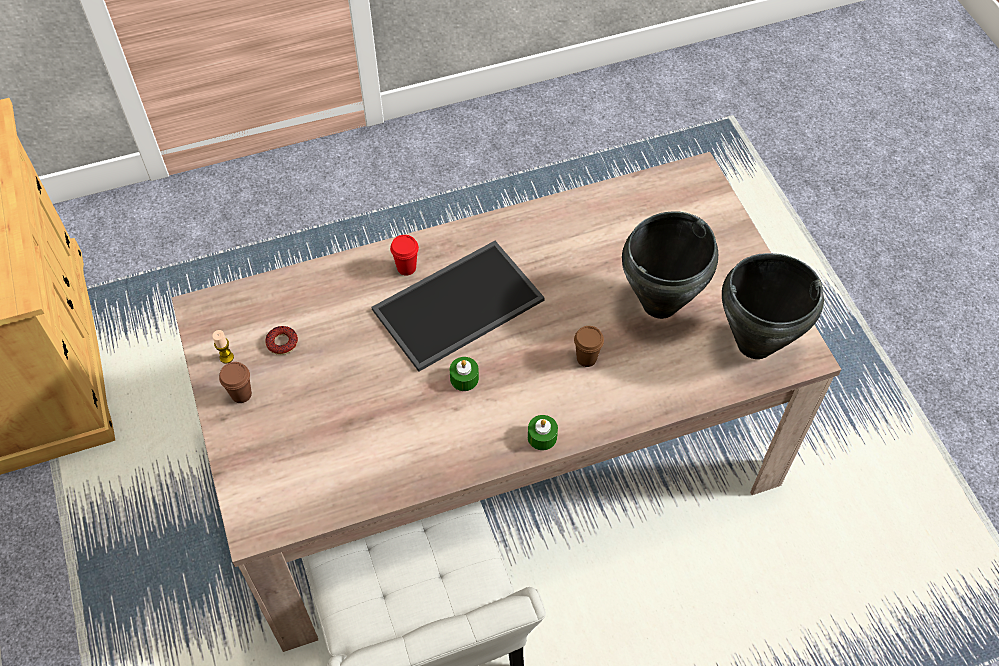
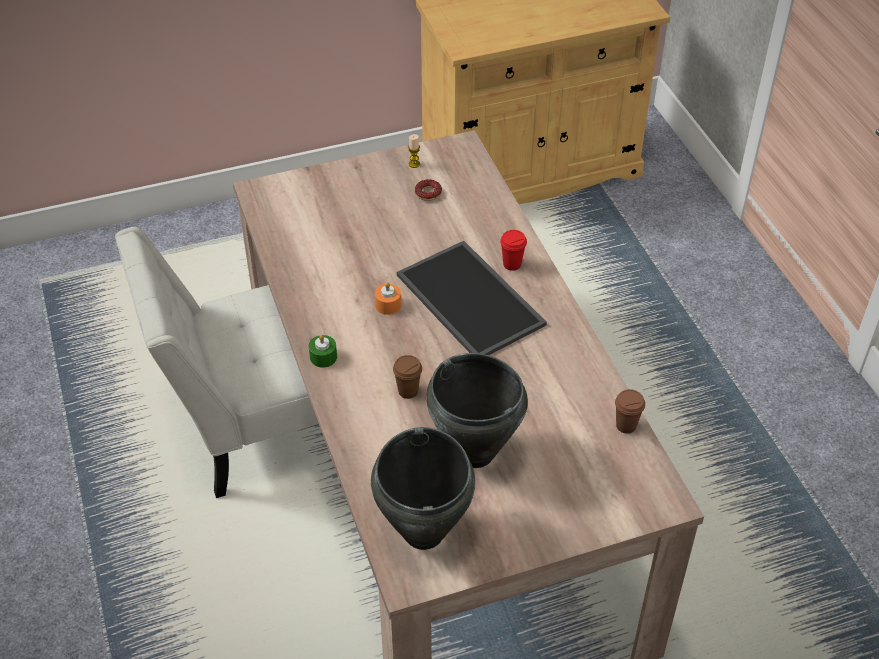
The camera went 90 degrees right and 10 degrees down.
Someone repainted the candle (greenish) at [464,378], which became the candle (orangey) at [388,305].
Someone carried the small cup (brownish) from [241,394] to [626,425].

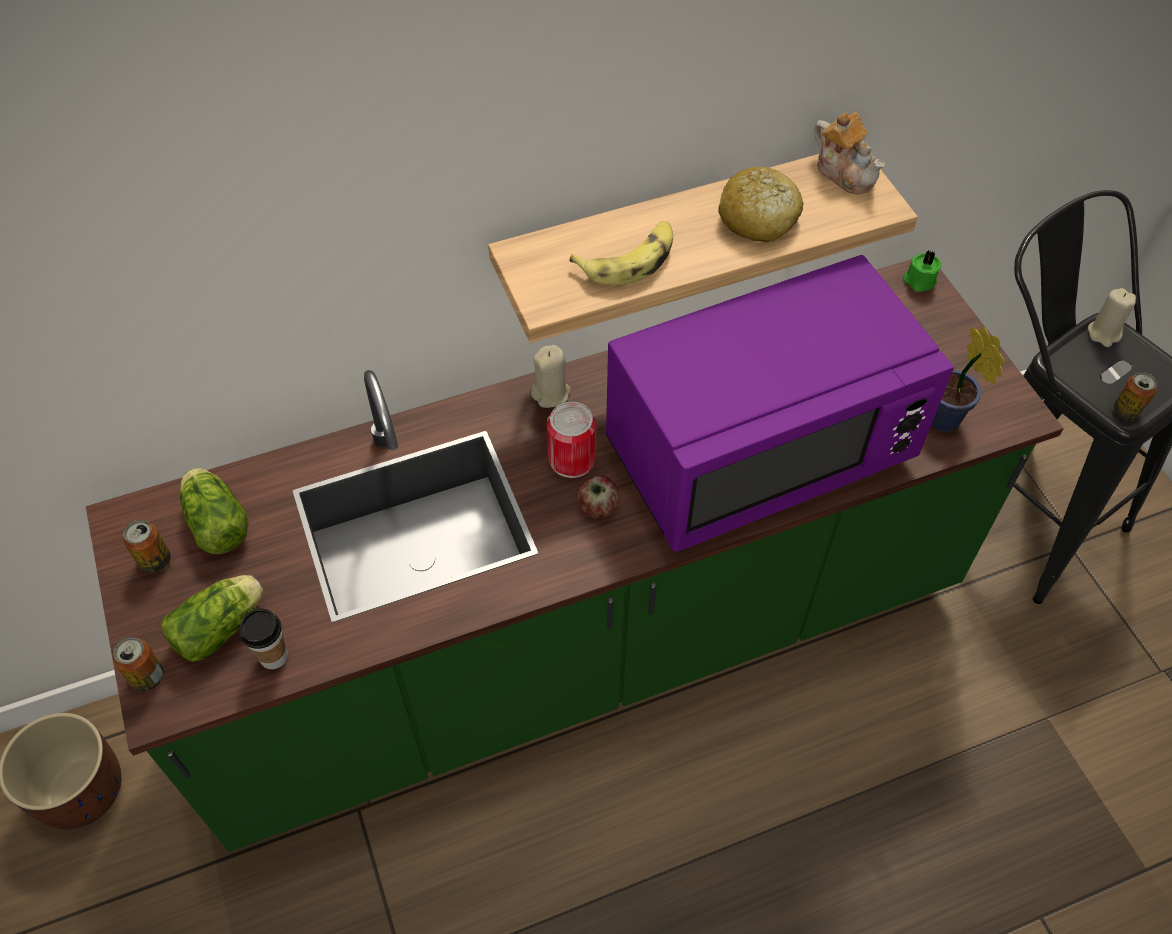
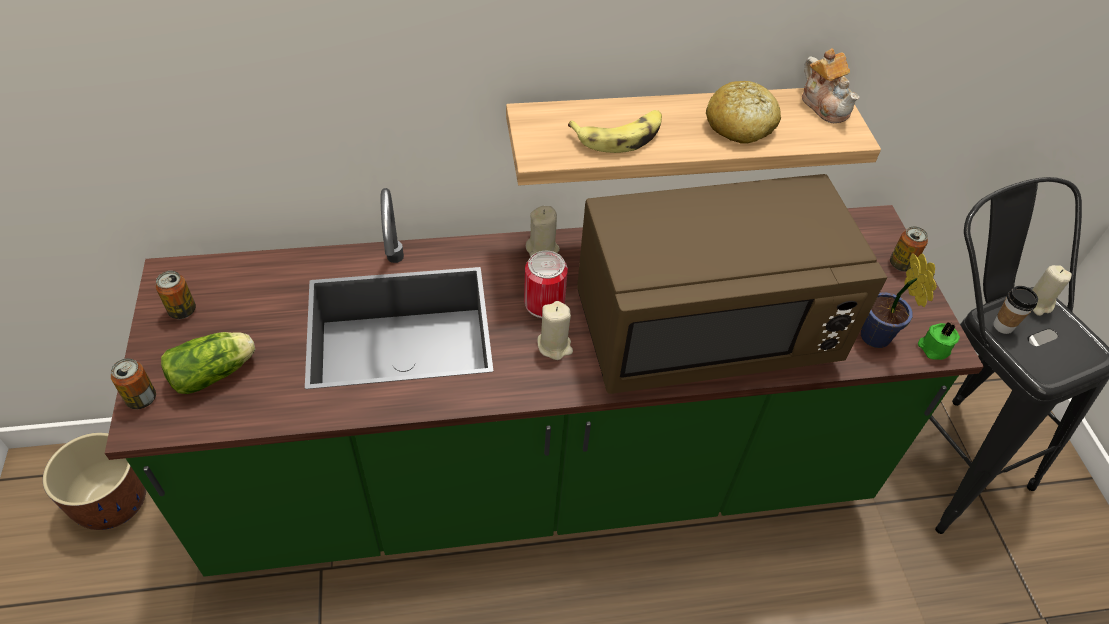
The camera went 10 degrees right and 5 degrees down.
Someone swapped the apple at [598,507] for the candle (beige-coloured) at [554,346].
Someone repainted the microwave oven (purple-coloured) at [759,452], which became the microwave oven (brownish) at [705,330].
Someone carried the metal can from [1126,411] to [901,264].
Someone carried the candle (greenish) from [919,281] to [933,348].
Someone carried the small cup from [273,656] to [1003,326].
Someone took away the lettuce at [216,520].

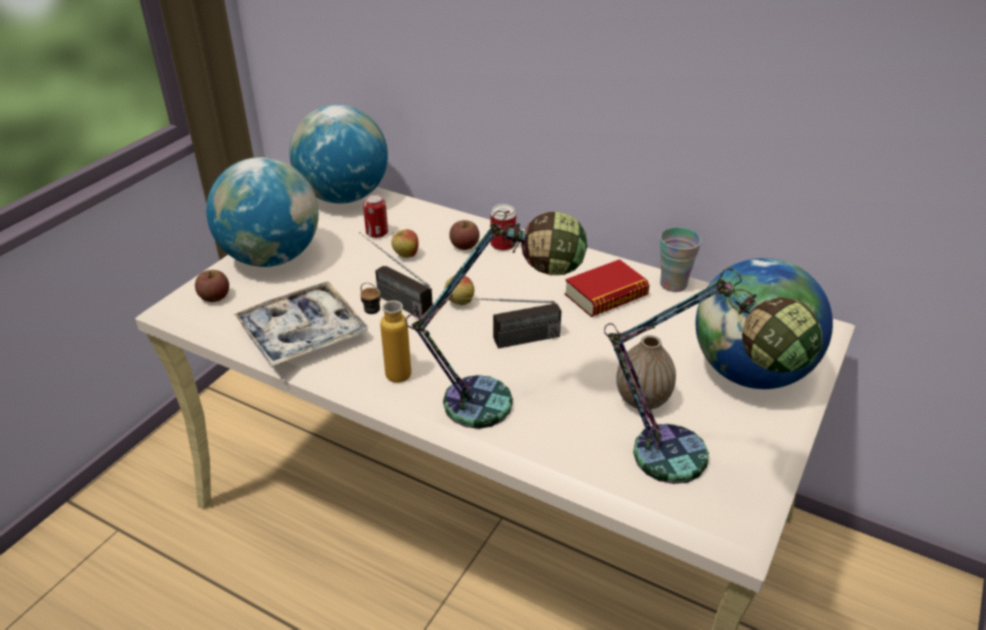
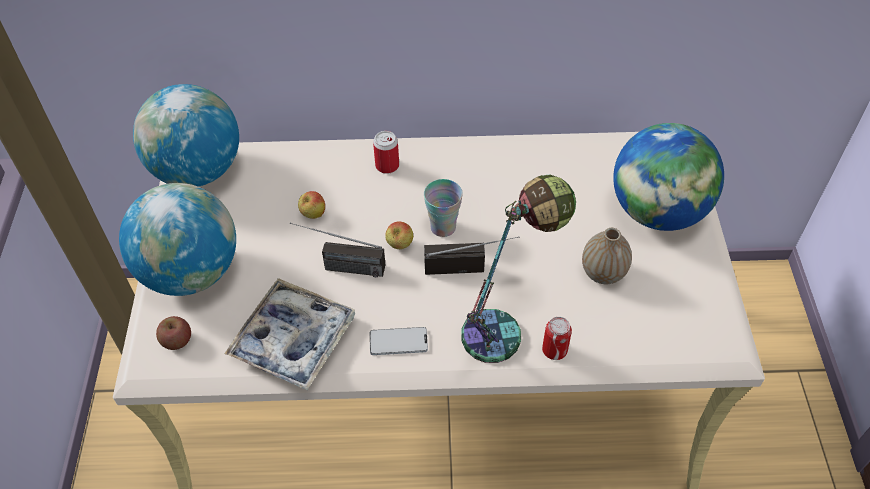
The camera went 30 degrees left and 15 degrees up.
Someone swapped the beverage bottle at [389,372] for the telephone at [398,342].
Someone carried the small cup from [673,284] to [443,227].
Someone rotated the radio at [510,342] by 135 degrees counterclockwise.
Someone carried the metal can from [377,233] to [554,350].
Someone took away the apple at [464,246].
Someone took away the volume at [606,295].
Someone took away the tabletop lamp at [689,468].

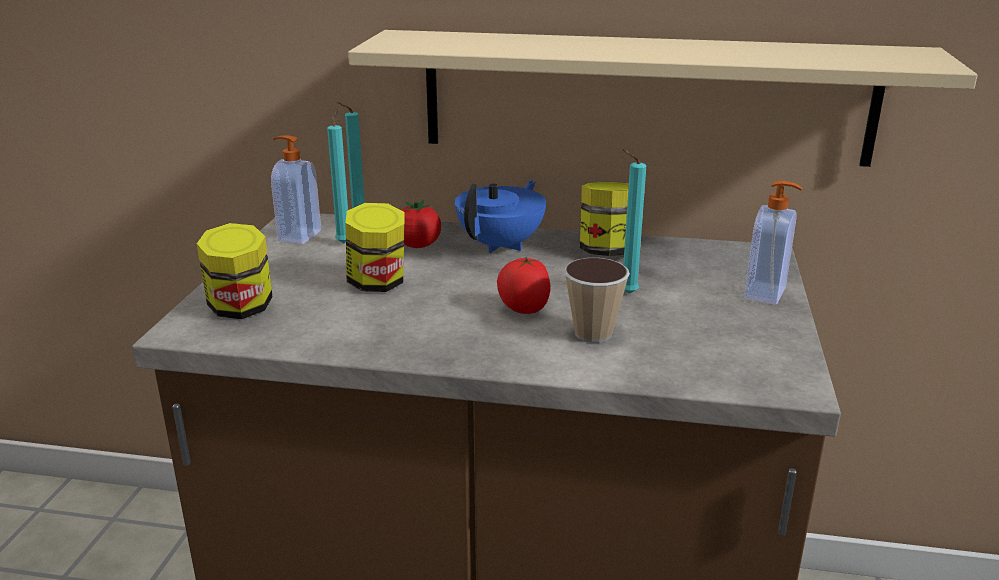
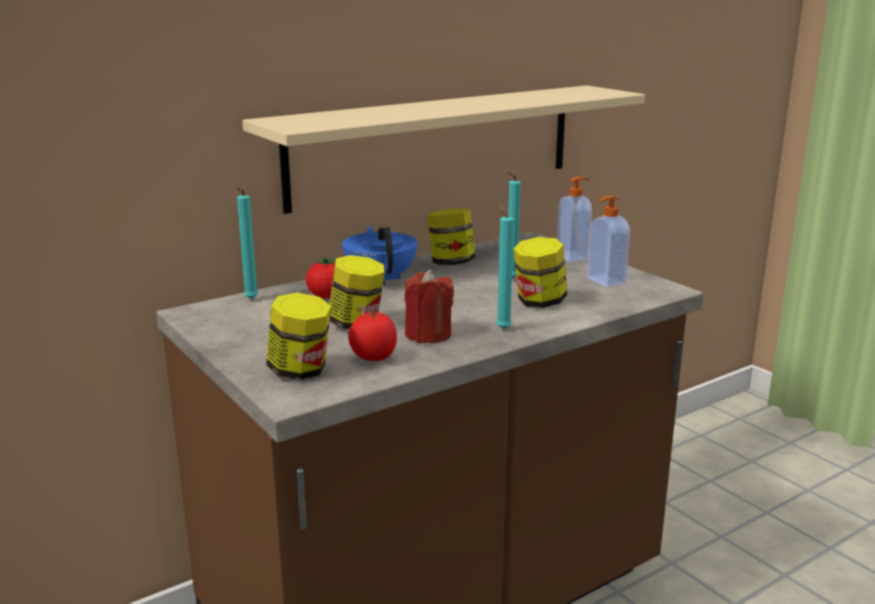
The camera went 45 degrees left and 5 degrees down.
Someone carried the tomato from [523,309] to [373,358].
Someone put down the candle (red-coloured) at [428,334].
Someone carried the candle (turquoise-coloured) from [345,242] to [502,328].
Someone swapped the small cup at [593,333] for the jar at [539,302].
Someone carried the liquid soap bottle from [298,236] to [604,281].

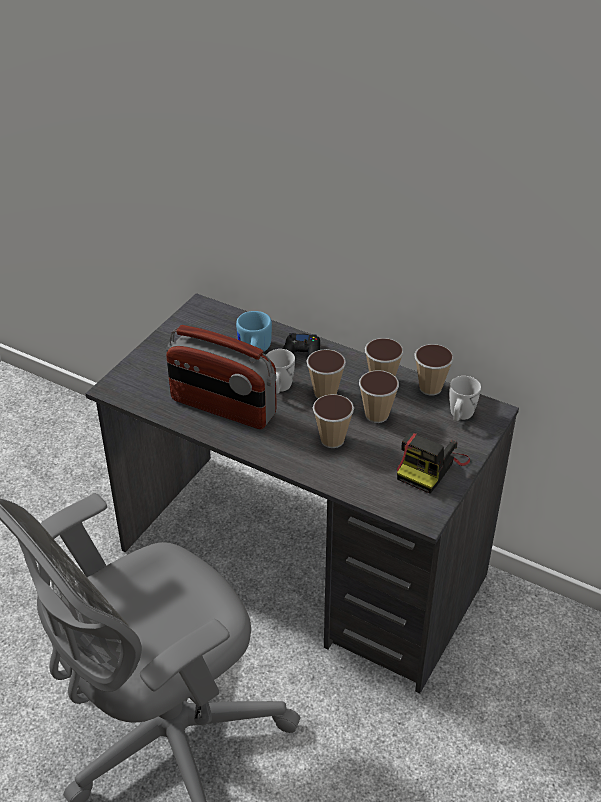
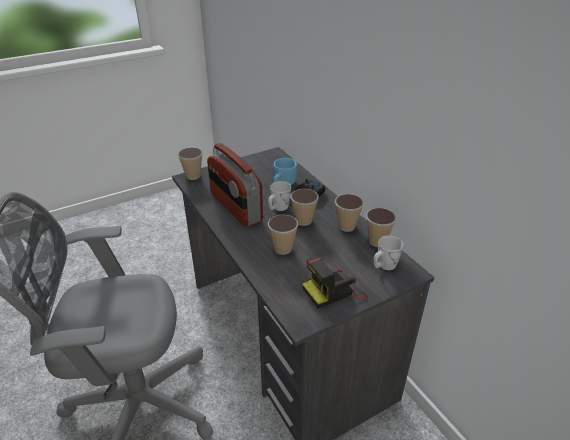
The camera went 30 degrees right and 5 degrees down.
Someone carried the small cup from [376,415] to [193,176].

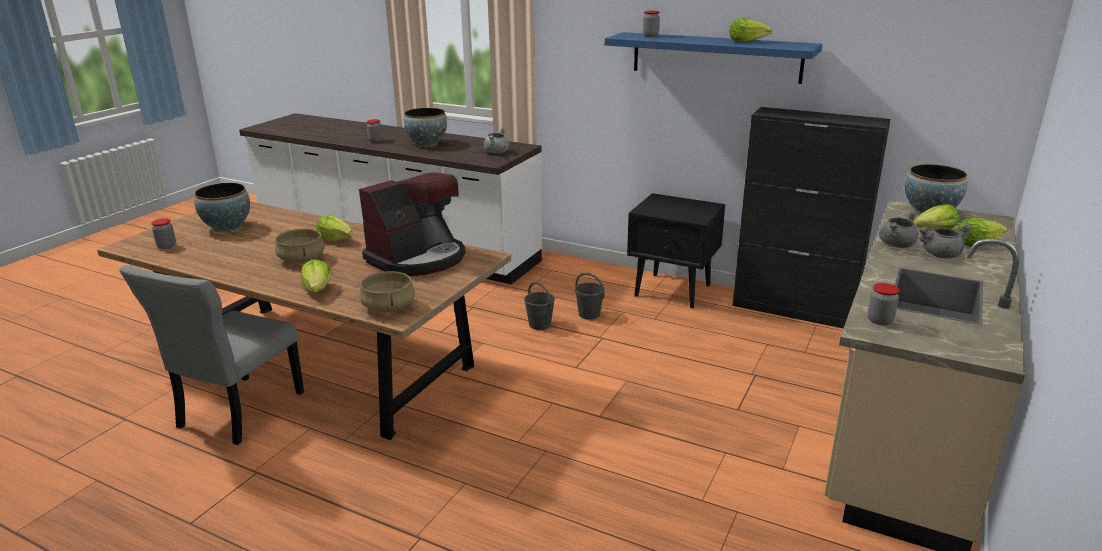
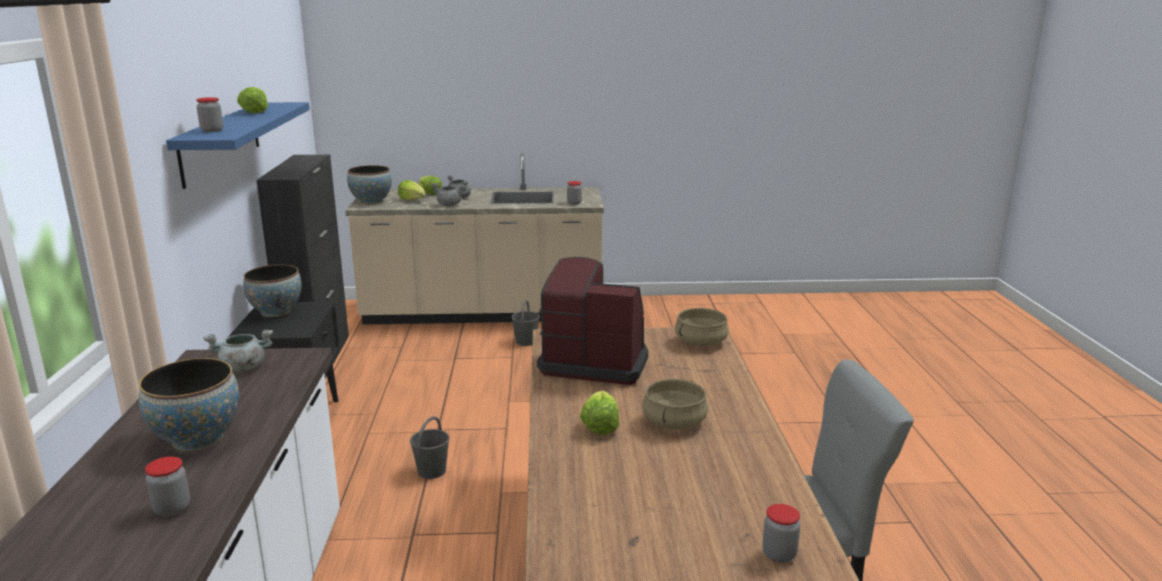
The camera went 120 degrees left and 5 degrees down.
Someone carried the serving bowl from [227,227] to [276,312].
Someone carried the water bucket (greyish) from [589,314] to [526,341].
Someone took away the lettuce at [318,289].

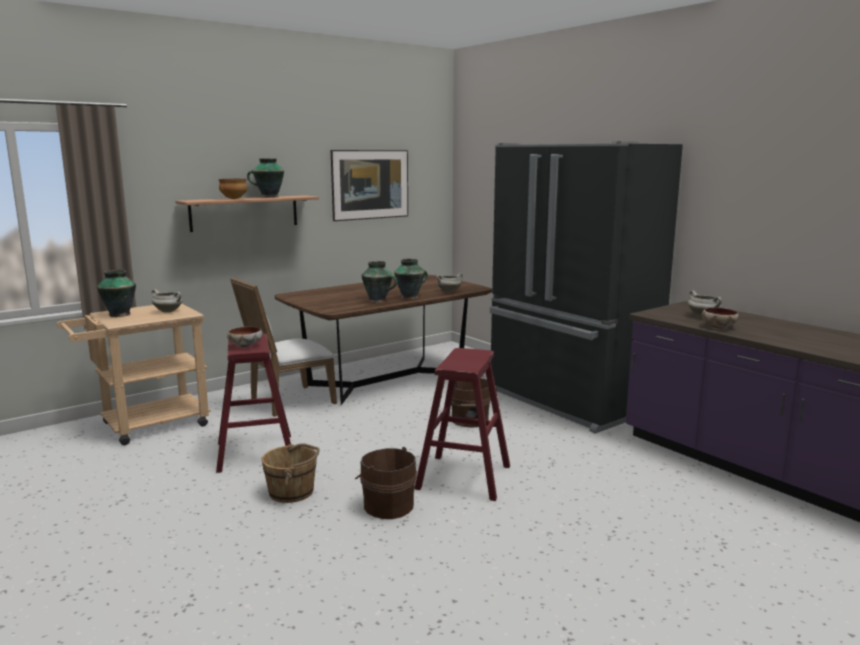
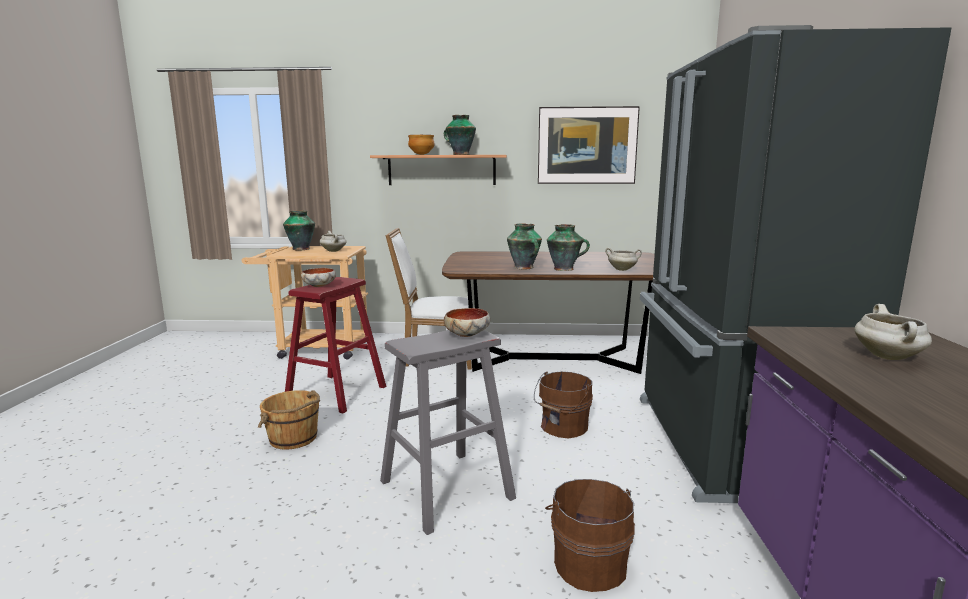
The camera went 40 degrees right and 0 degrees up.
Someone repainted the stool seat (red-coloured) at [464,477], which became the stool seat (greyish) at [446,489].
Someone carried the serving bowl from [718,327] to [467,334].
Someone carried the water bucket (brownish) from [387,505] to [588,563].

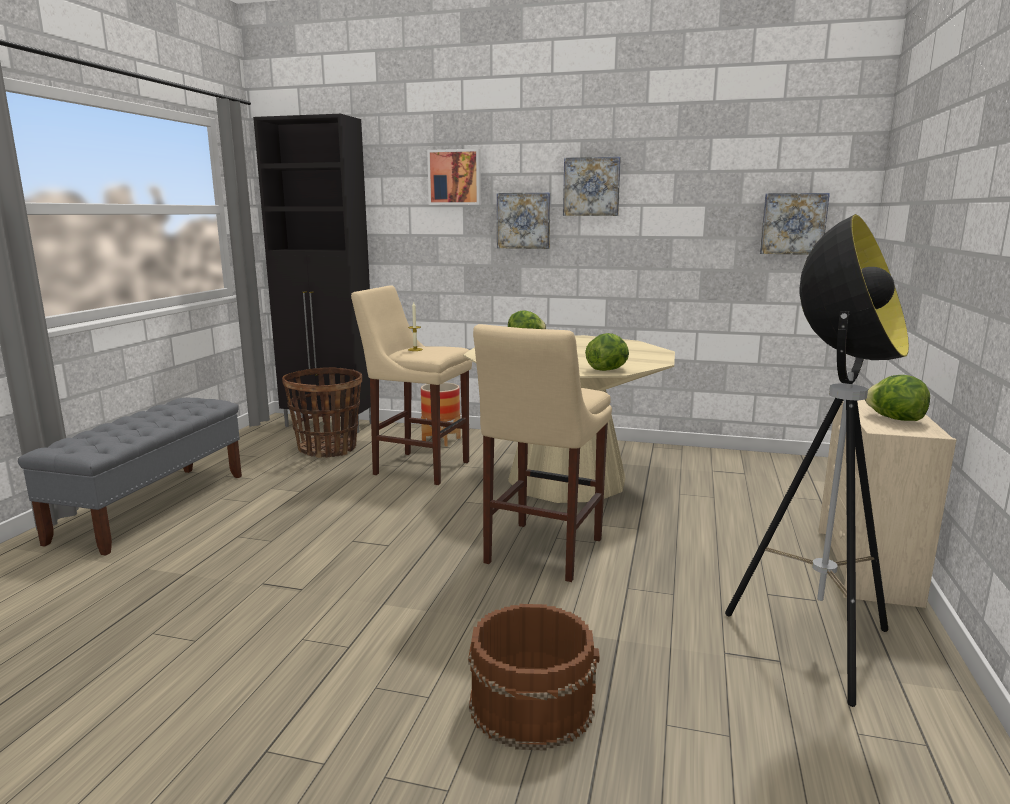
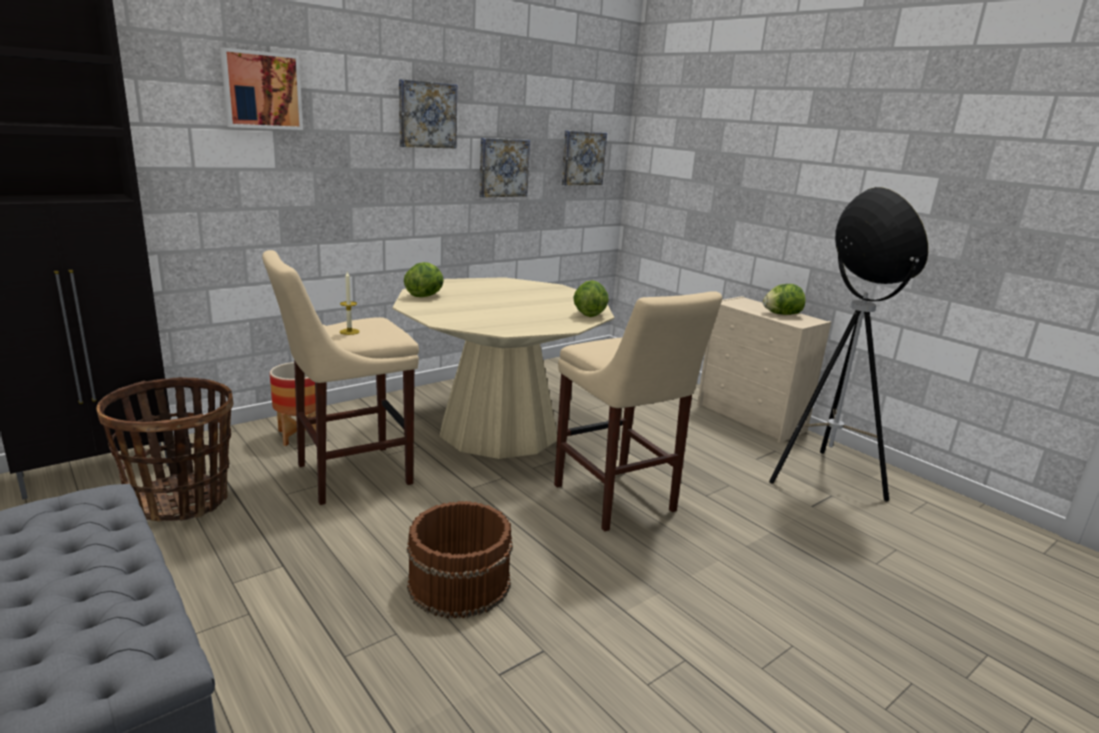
The camera went 55 degrees left and 5 degrees up.
Someone carried the water bucket (brownish) from [531,704] to [458,582].
Someone carried the wall art from [524,220] to [502,167].

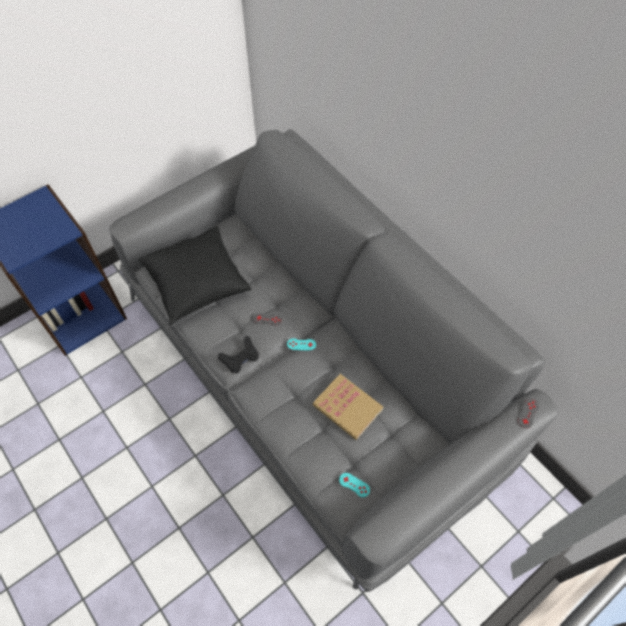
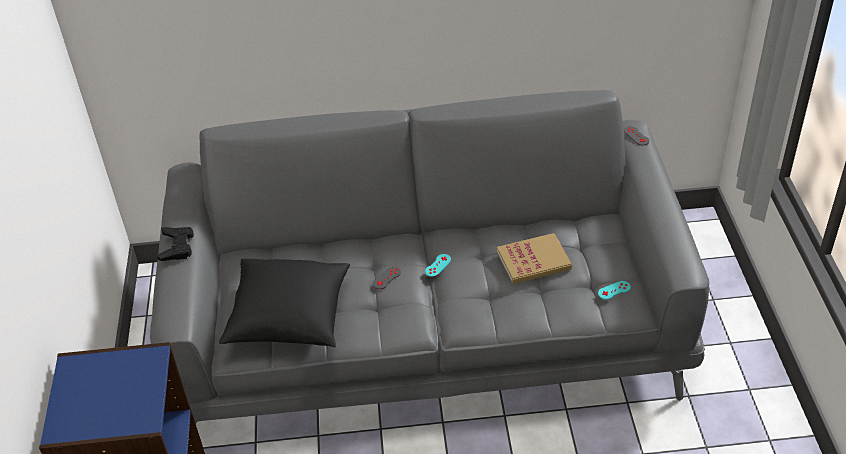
The camera went 55 degrees left and 15 degrees down.
Someone carried the joypad (blackish) from [240,357] to [177,246].

